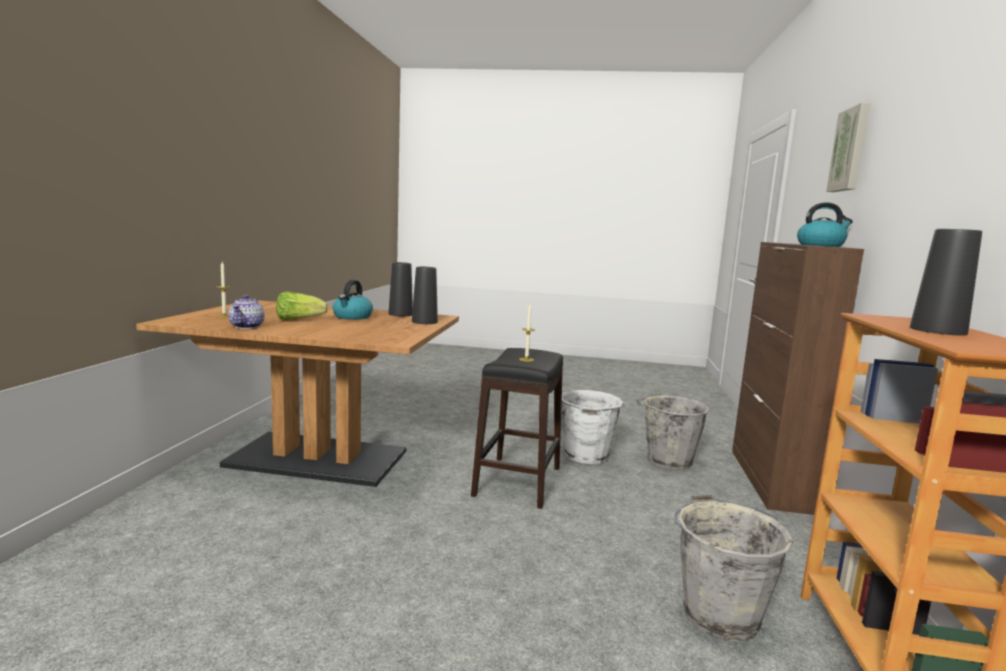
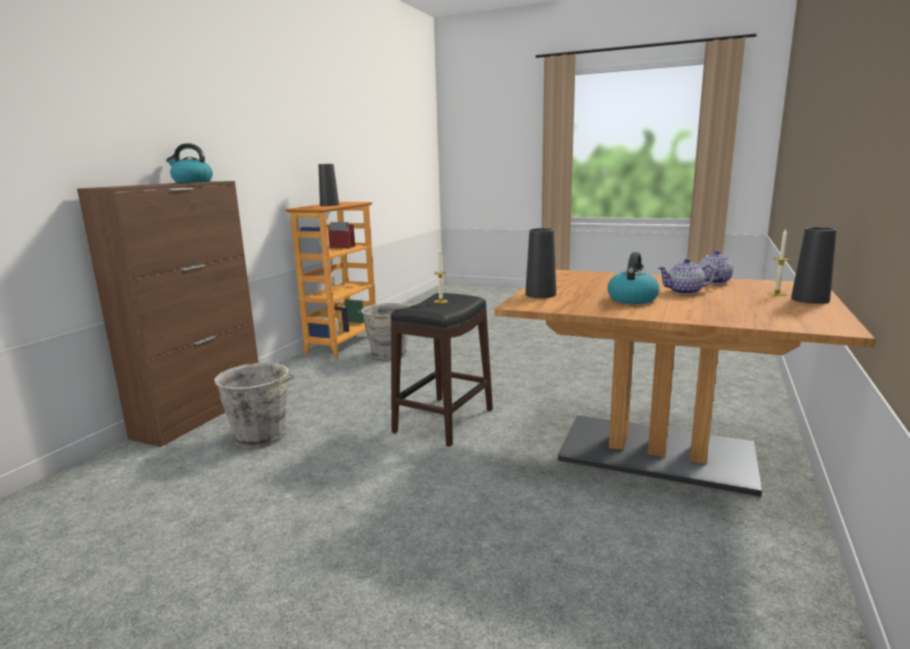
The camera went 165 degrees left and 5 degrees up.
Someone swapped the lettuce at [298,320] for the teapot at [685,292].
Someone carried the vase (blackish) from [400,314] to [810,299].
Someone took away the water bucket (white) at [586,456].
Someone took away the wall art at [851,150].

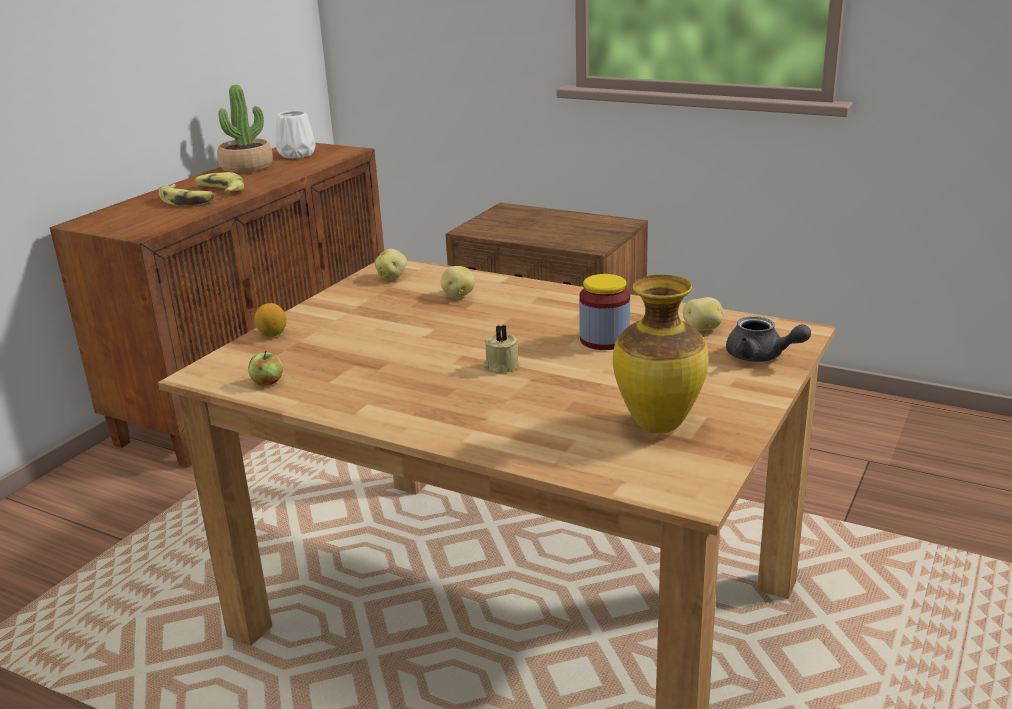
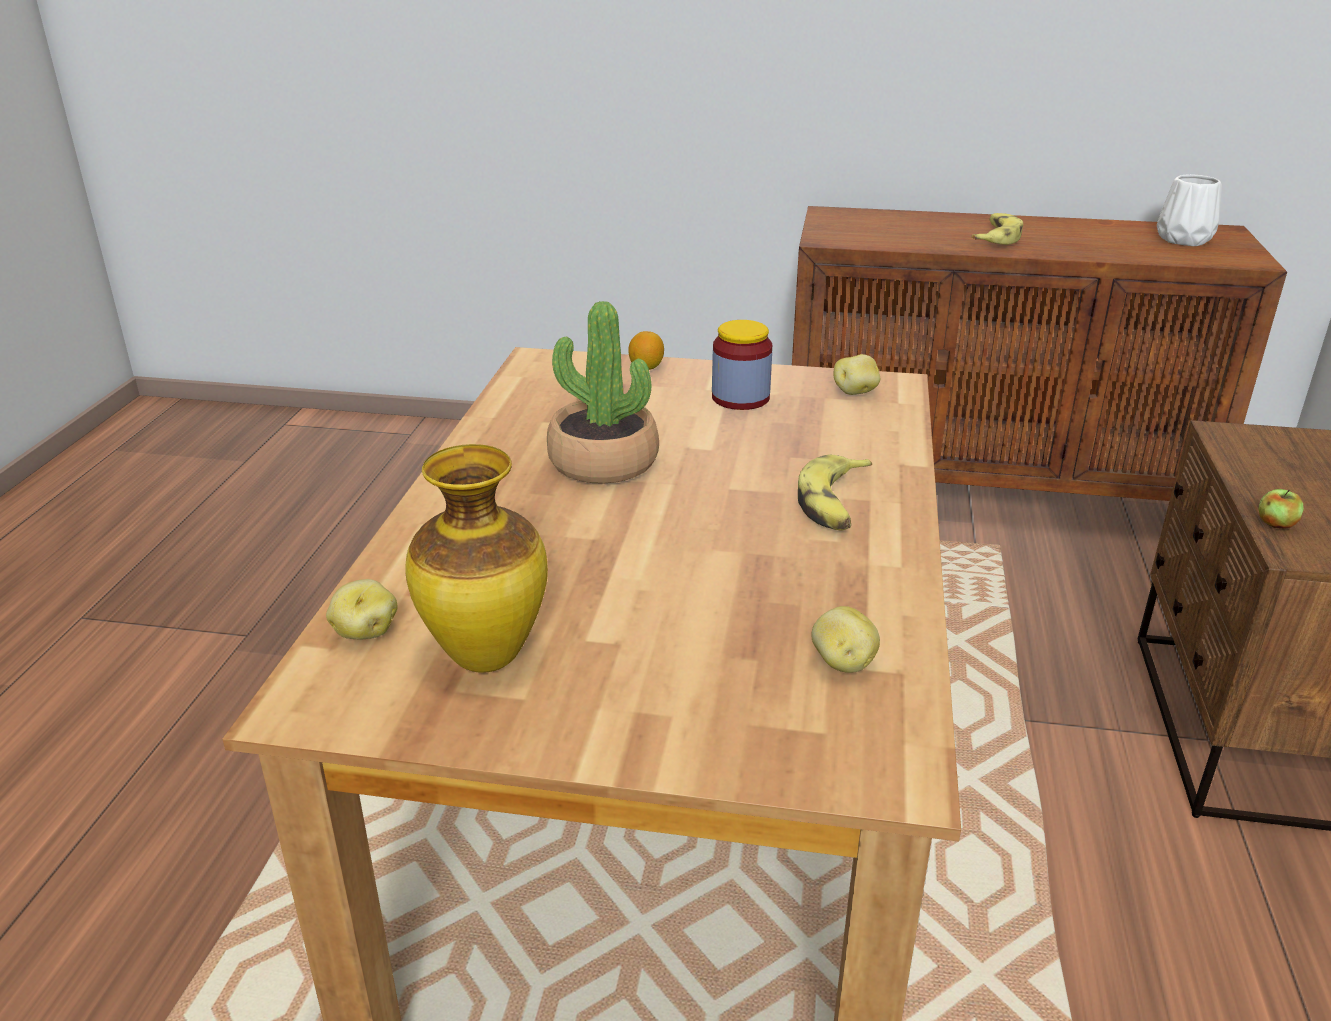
The camera went 70 degrees right and 5 degrees up.
Someone carried the whole potato from [457,295] to [364,632].
Someone carried the plant in a pot from [247,167] to [603,462].
Someone carried the jar from [604,340] to [740,398].
Someone carried the whole banana from [187,201] to [835,504].
Someone carried the apple from [267,382] to [1275,524].
Someone took away the candle (beige-coloured) at [501,366].
Someone took away the teapot (greyish) at [761,357].

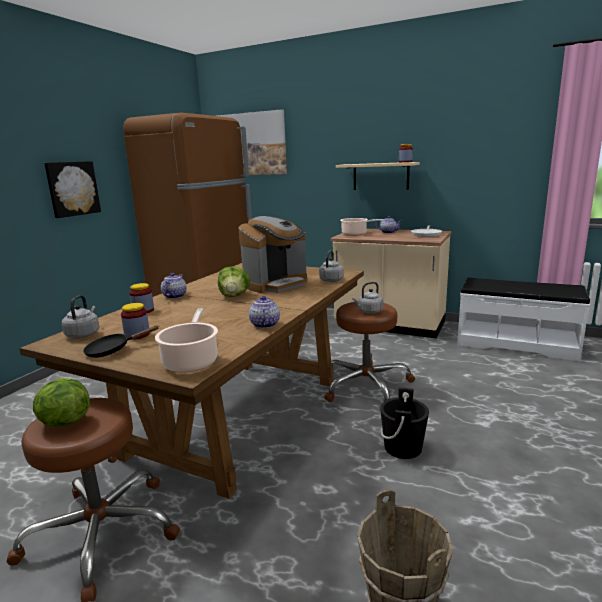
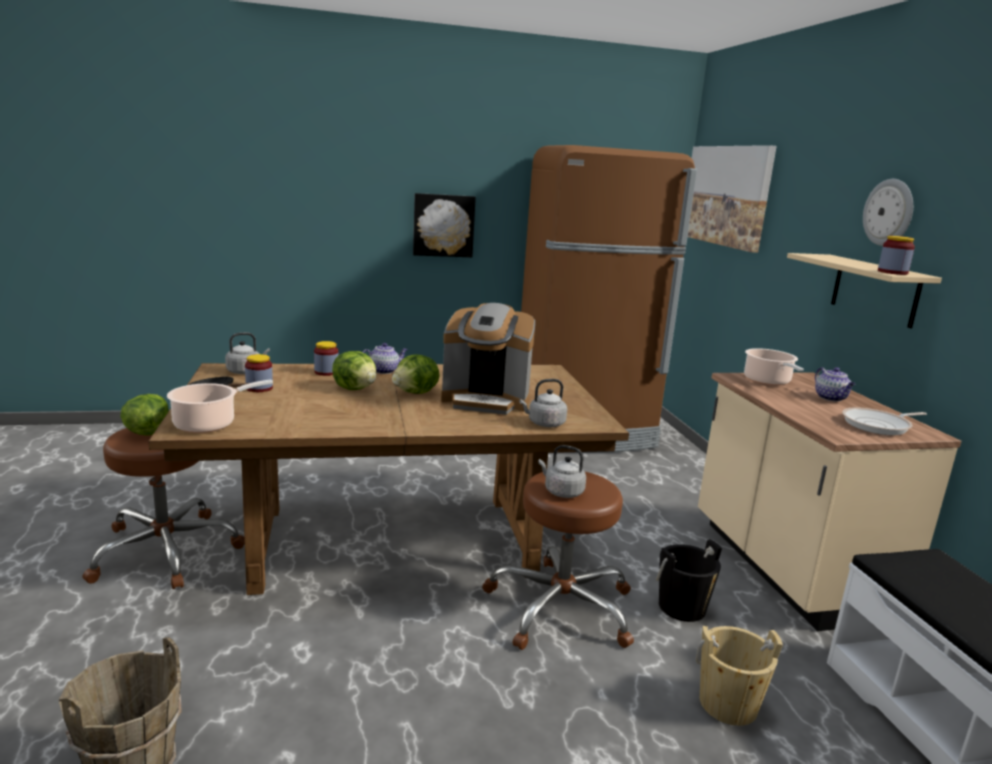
The camera went 50 degrees right and 0 degrees up.
Someone put down the lettuce at [355,388].
Someone carried the water bucket (blackish) from [403,447] to [682,607].
Someone put down the water bucket (beige-coloured) at [728,704].
Someone put up the hanging clock at [889,212].
Someone took away the teapot at [264,324].

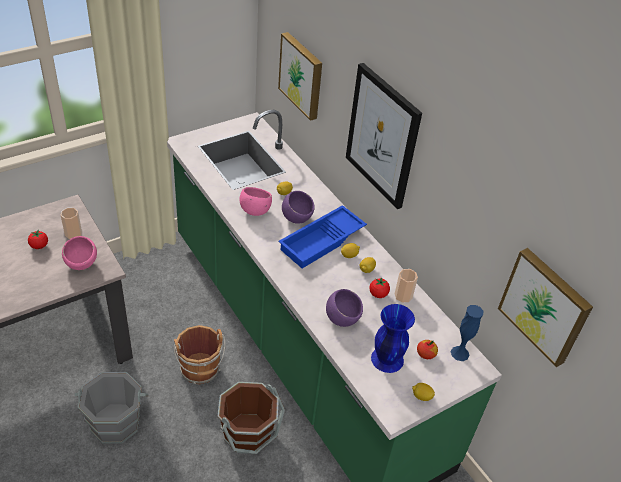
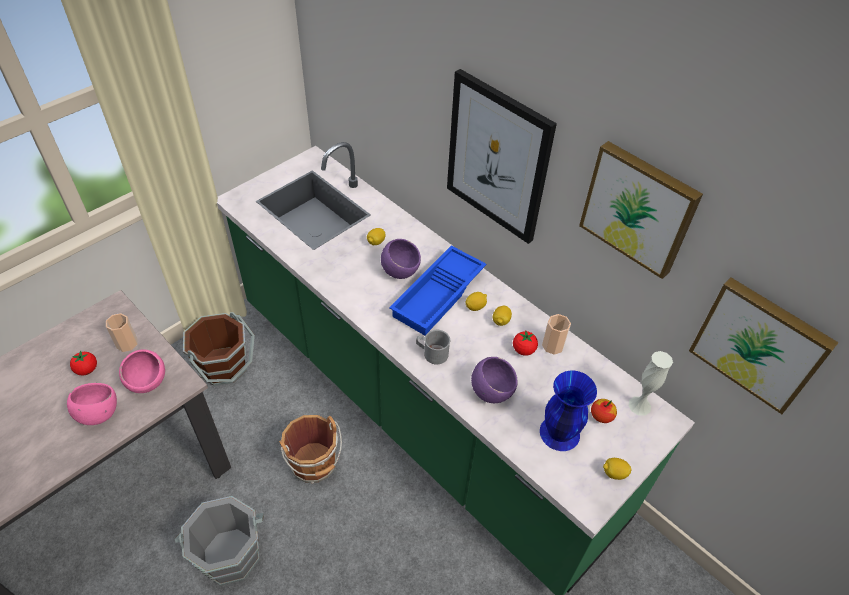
The camera went 10 degrees left and 5 degrees up.
Someone carried the serving bowl (pink-coloured) from [255,211] to [98,414].
Someone carried the water bucket (brownish) from [248,433] to [224,366].
Someone put down the mug (greyish) at [432,353].
Someone carried the wall art from [302,75] to [639,208].
Someone repainted the vase (blue) at [460,353], which became the vase (white) at [639,405].

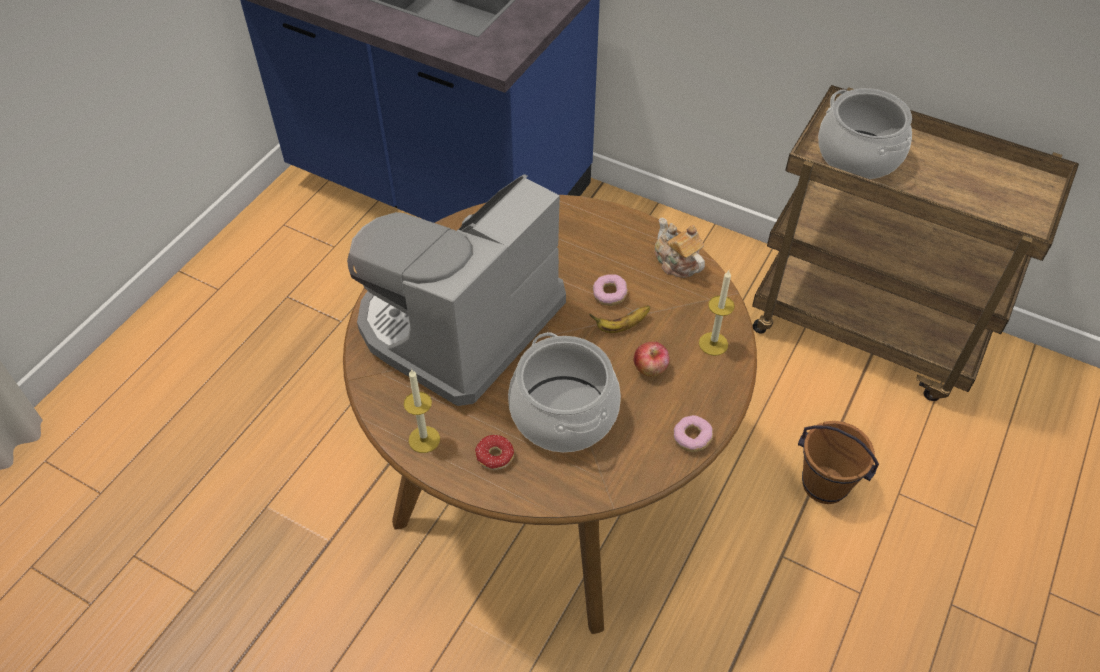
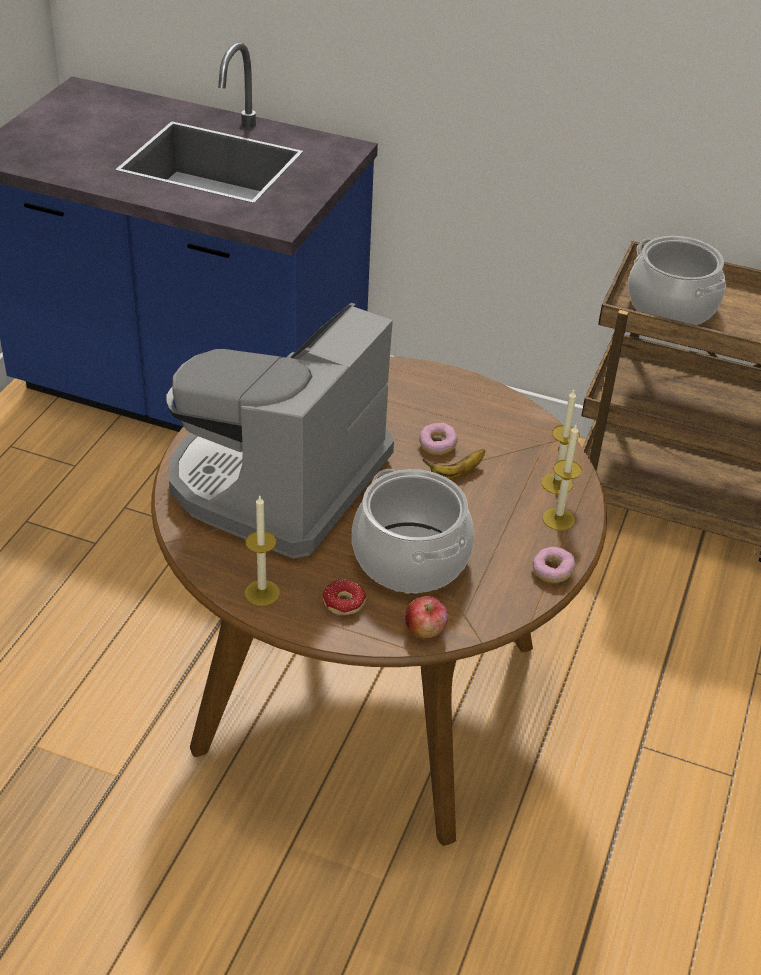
The camera went 10 degrees left and 10 degrees down.
Someone carried the apple from [650,368] to [425,630].
Someone put down the candle at [558,519].
Someone took away the teapot at [676,262].
Someone took away the water bucket (brownish) at [825,484].

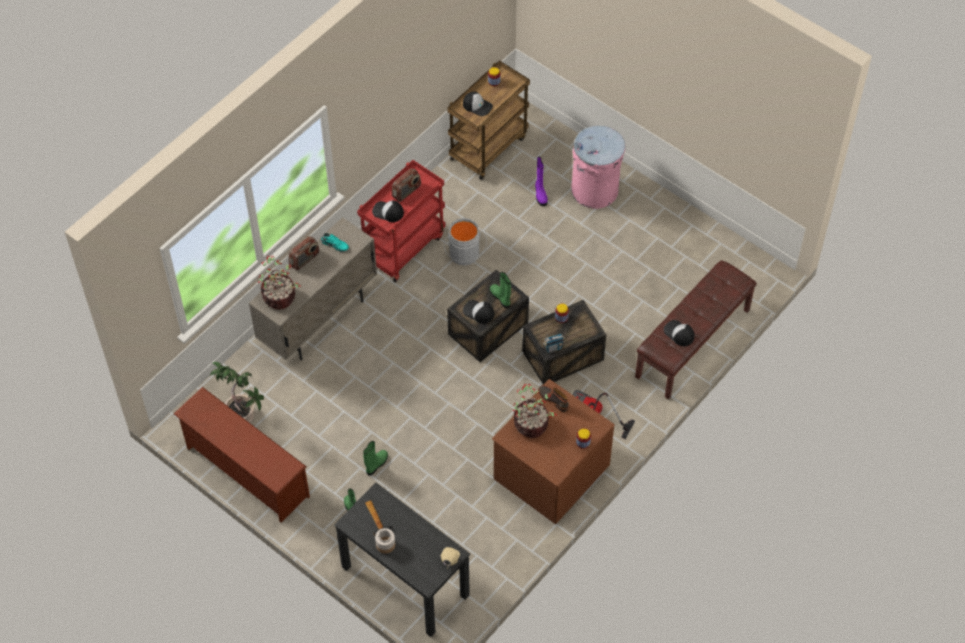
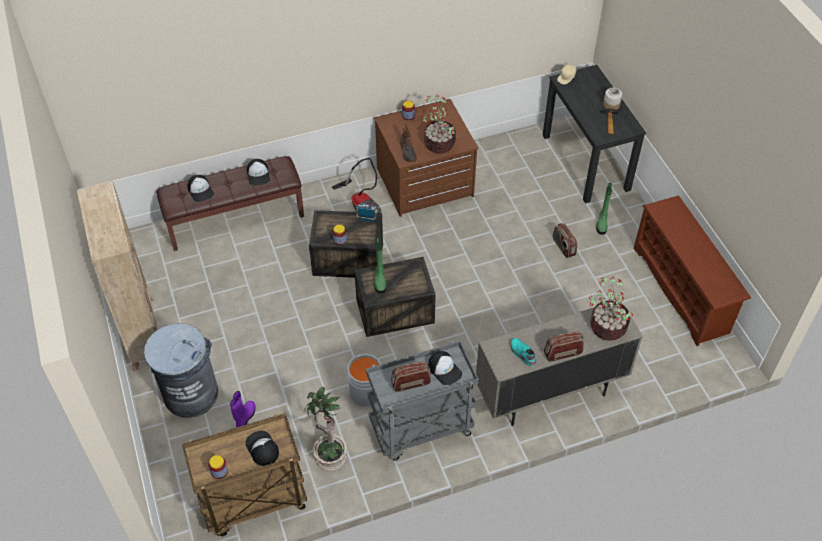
The camera went 150 degrees left and 5 degrees down.
Someone put down the bookcase (beige-coloured) at [143,333].
Someone repainted the rubbish bin (pink-coloured) at [595,190], which became the rubbish bin (greyish) at [190,393].
Someone carried the cap from [478,312] to [201,191].
Someone carried the plant in a pot from [242,414] to [329,456].
Someone repainted the cart (red-coloured) at [403,247], which became the cart (greyish) at [421,429].
Someone swapped the high-top boot (greenish) at [376,464] for the radio at [563,247].

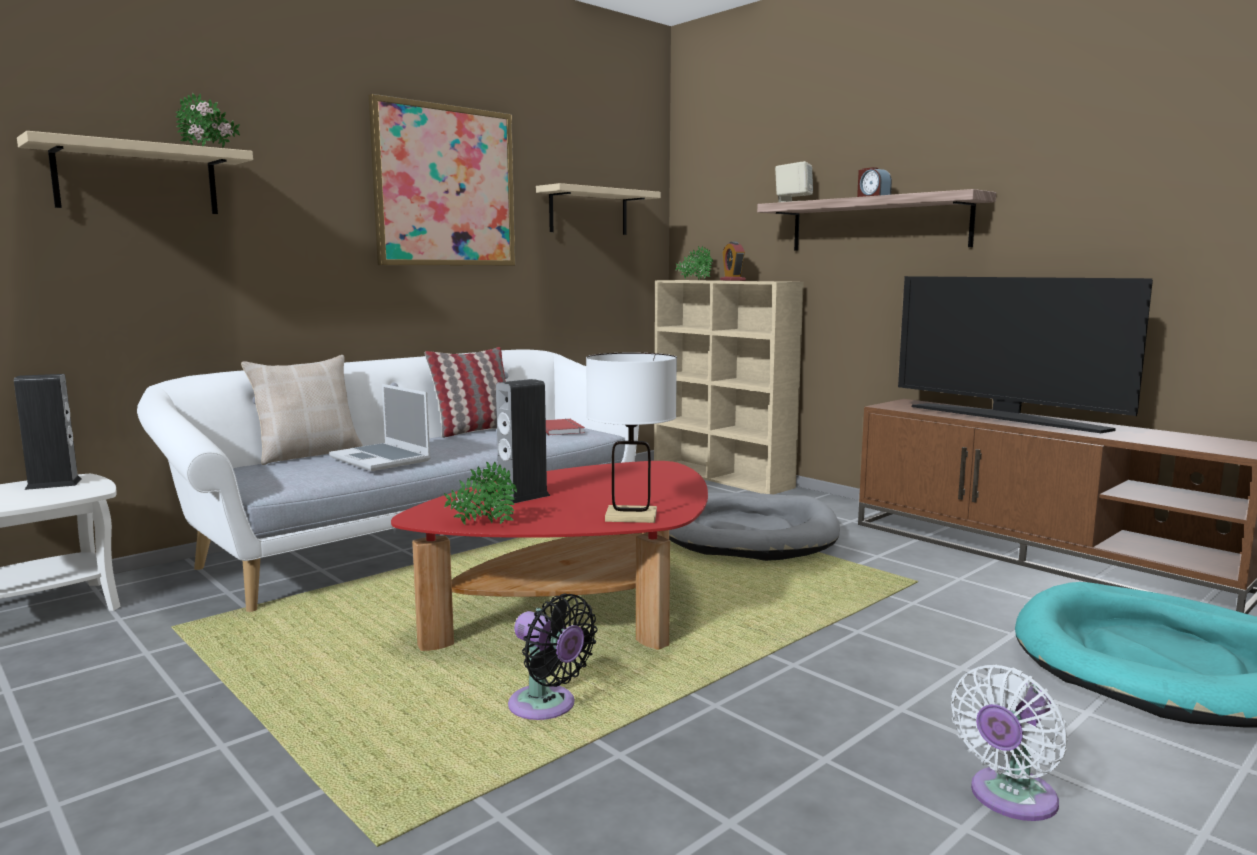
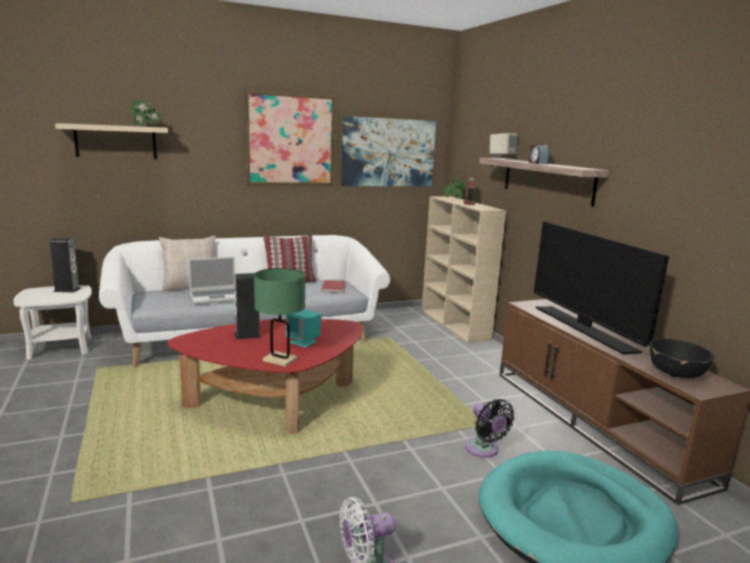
The camera went 20 degrees right and 5 degrees up.
Someone rotated the laptop at [382,459] by 90 degrees counterclockwise.
Someone repainted the tabletop lamp (white) at [631,516], which became the tabletop lamp (greenish) at [280,360].
Someone put down the loudspeaker (turquoise-coloured) at [303,342].
Someone swapped the shelf (beige-coloured) at [588,211] for the wall art at [388,152].
Someone carried the cooling fan (blackish) from [547,707] to [484,450].
Someone put down the serving bowl (blackish) at [676,374].
Someone took away the plant in a pot at [482,524].
Someone took away the dog cushion (greyish) at [747,533].

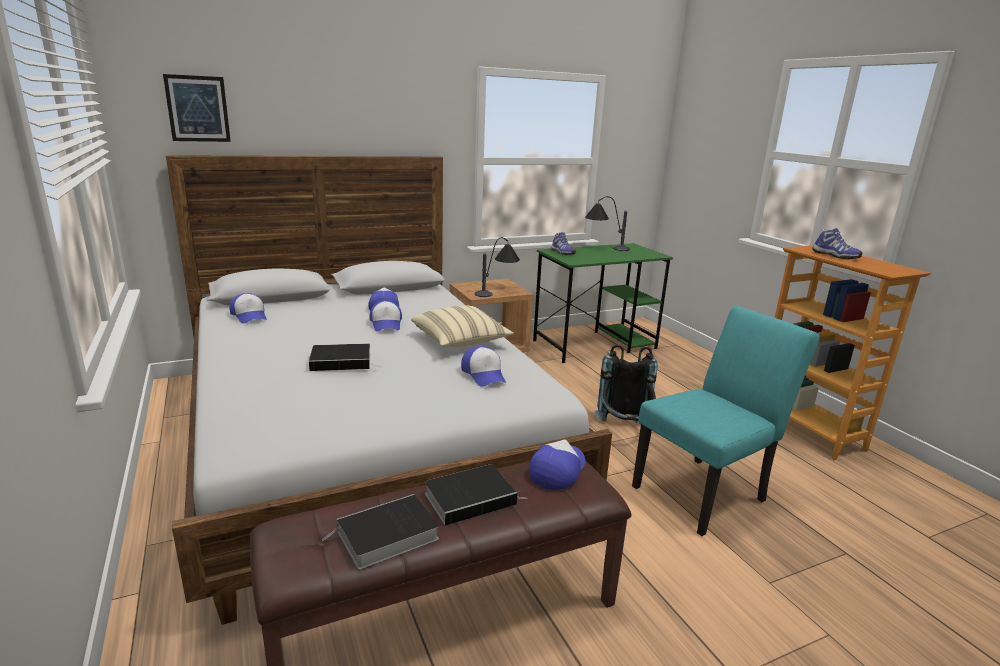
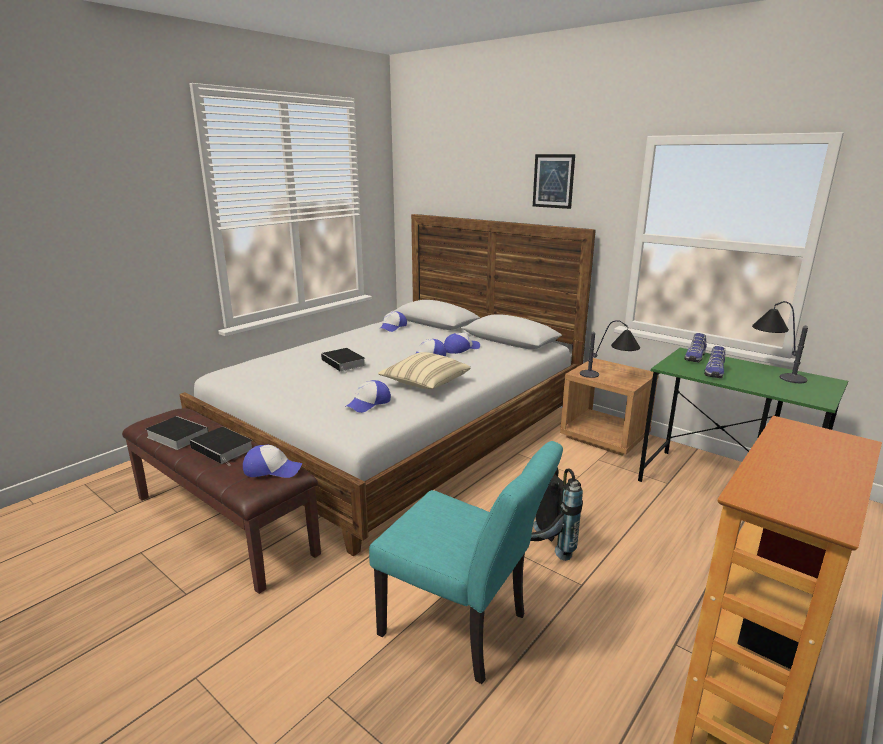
The camera went 65 degrees right and 0 degrees up.
Someone carried the wall art from [198,109] to [553,181].
Someone carried the shoe from [834,256] to [713,372].

